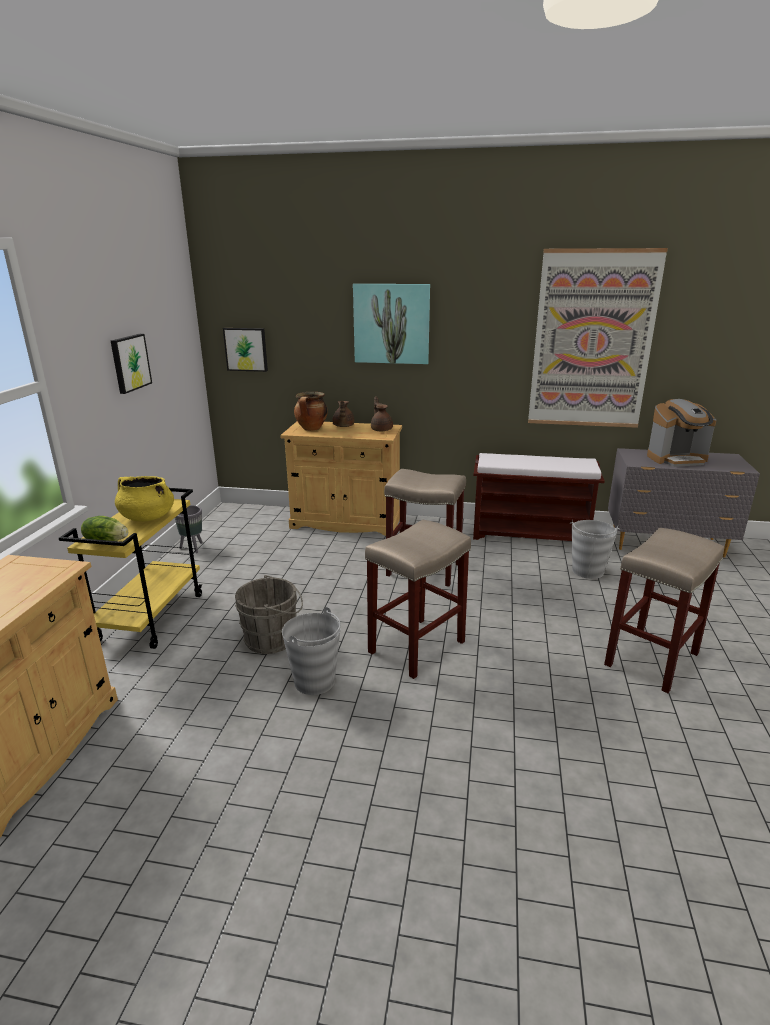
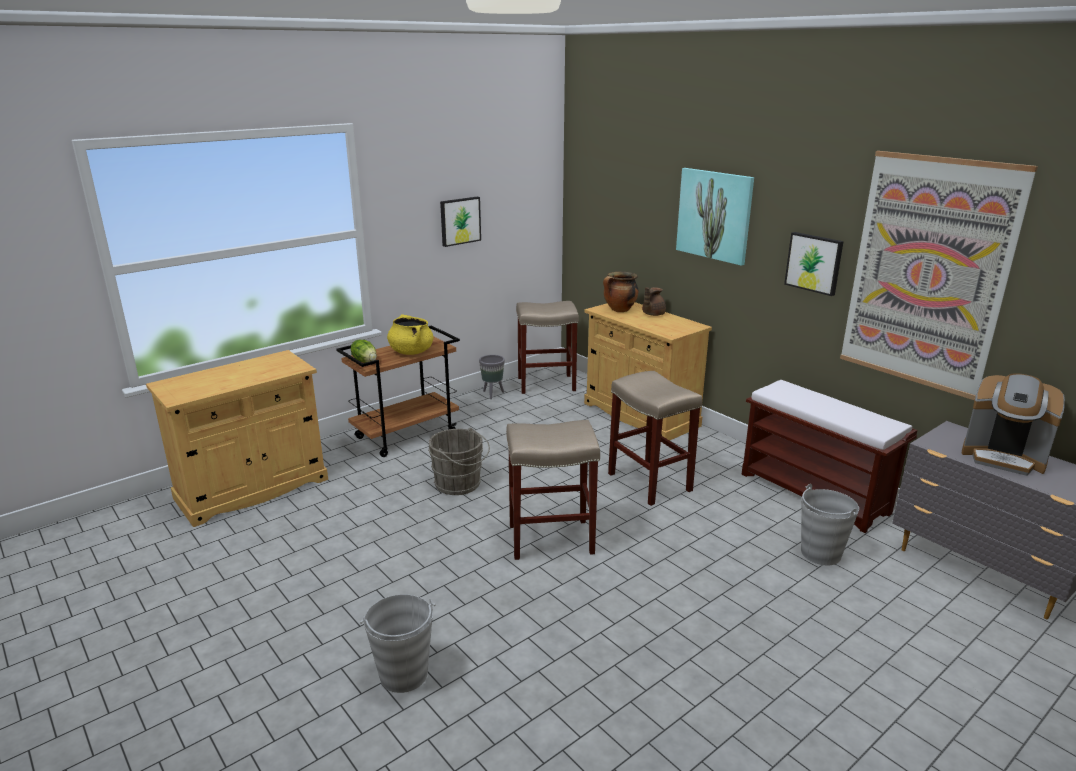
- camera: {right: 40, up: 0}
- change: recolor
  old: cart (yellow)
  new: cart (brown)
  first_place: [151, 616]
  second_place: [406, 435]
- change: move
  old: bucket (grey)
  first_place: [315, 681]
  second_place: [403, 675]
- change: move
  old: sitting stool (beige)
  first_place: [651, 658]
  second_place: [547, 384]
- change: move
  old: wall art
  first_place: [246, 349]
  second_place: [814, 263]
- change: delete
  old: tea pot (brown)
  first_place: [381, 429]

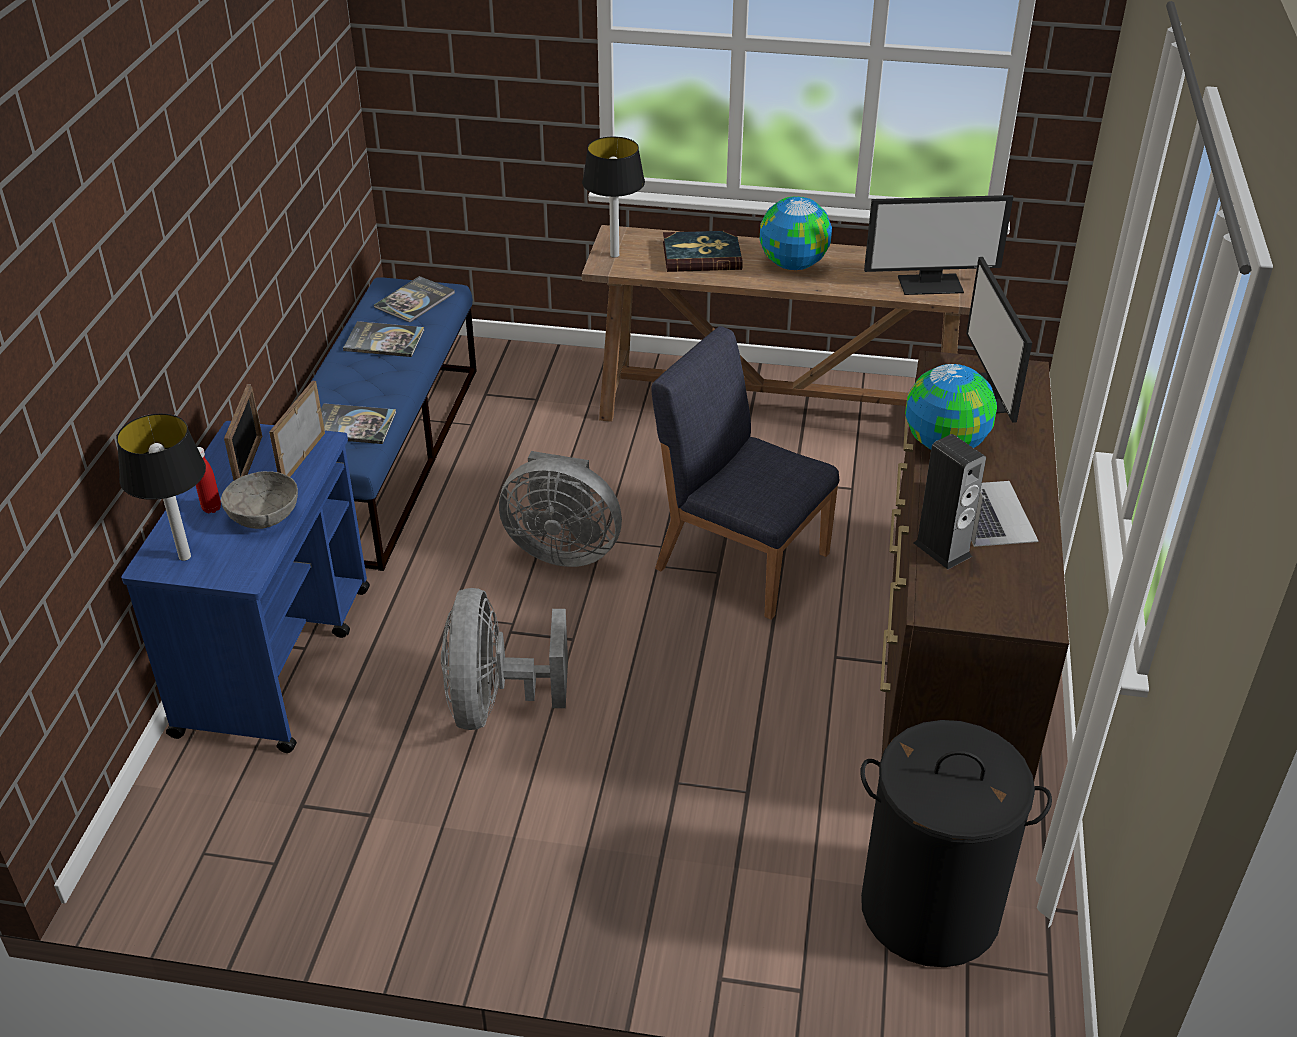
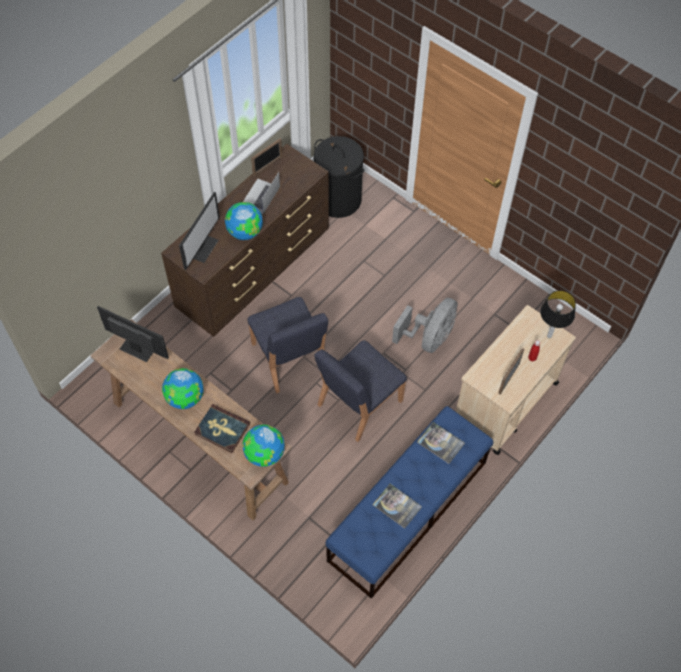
- camera: {right: -150, up: 20}
- change: replace
  old: table lamp
  new: desk globe
  first_place: [614, 255]
  second_place: [264, 454]
- change: move
  old: photo frame
  first_place: [302, 458]
  second_place: [267, 166]
- change: replace
  old: fan (grey)
  new: plain chair (blue-coloured)
  first_place: [562, 549]
  second_place: [358, 403]
- change: recolor
  old: cart (blue-coloured)
  new: cart (beige)
  first_place: [276, 658]
  second_place: [504, 403]
- change: delete
  old: bowl (grey)
  first_place: [263, 515]
- change: delete
  old: bound book
  first_place: [415, 300]
- change: delete
  old: loudspeaker
  first_place: [942, 549]

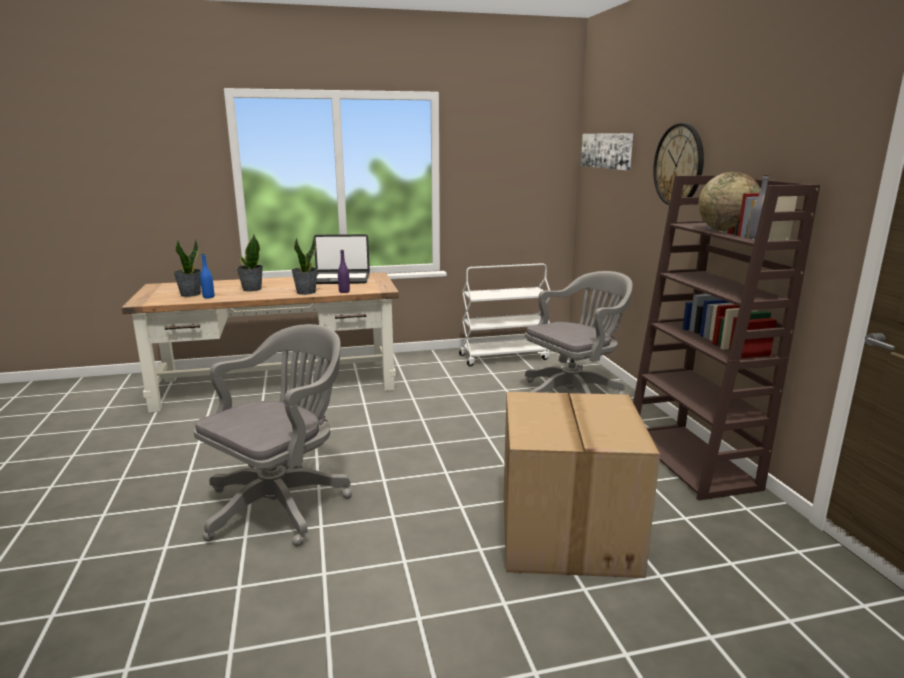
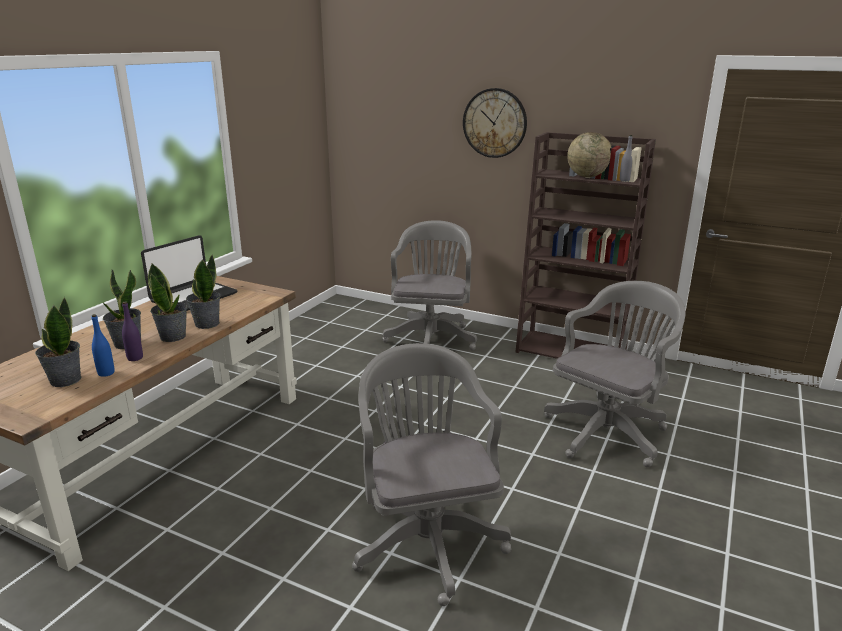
- camera: {right: -50, up: 5}
- change: move
  old: beverage bottle (purple)
  first_place: [344, 291]
  second_place: [135, 358]
- change: insert
  new: houseplant
  second_place: [173, 336]
- change: replace
  old: carton
  new: computer chair (grey)
  first_place: [569, 534]
  second_place: [608, 430]
- change: delete
  old: cart (white-coloured)
  first_place: [504, 357]
- change: delete
  old: wall art
  first_place: [607, 150]

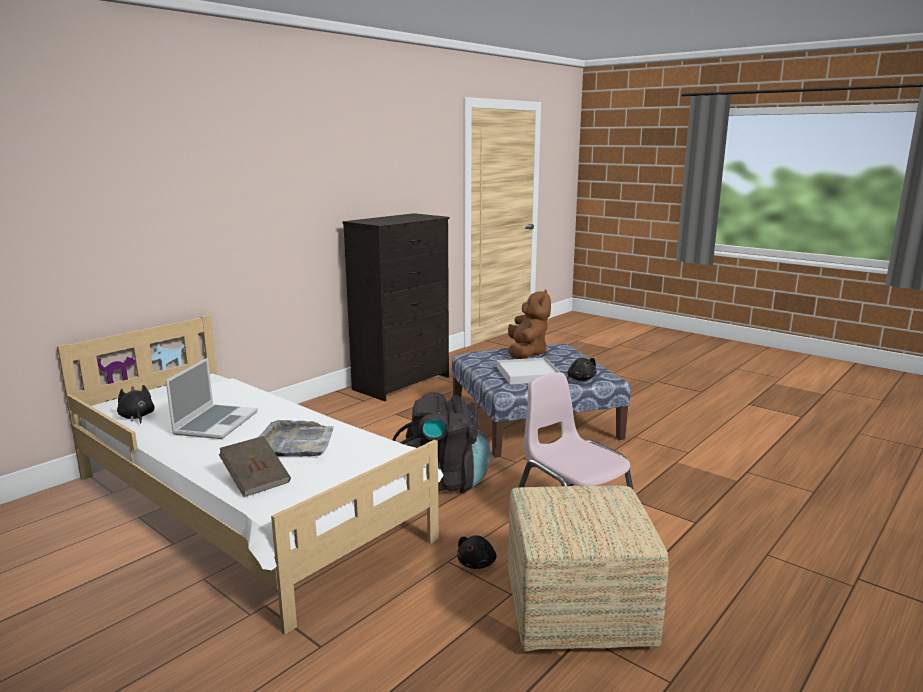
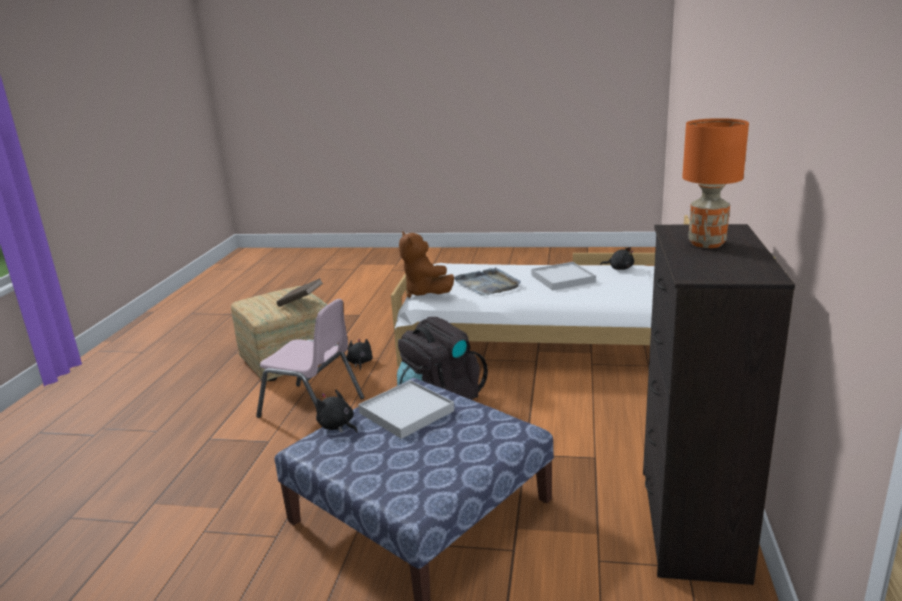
- camera: {right: 150, up: 5}
- change: move
  old: bound book (brown)
  first_place: [256, 480]
  second_place: [301, 302]
- change: move
  old: cuddly toy (brown)
  first_place: [526, 353]
  second_place: [425, 293]
- change: replace
  old: notebook computer
  new: tray (white-coloured)
  first_place: [215, 423]
  second_place: [563, 279]
- change: insert
  new: table lamp (orange-coloured)
  second_place: [707, 244]

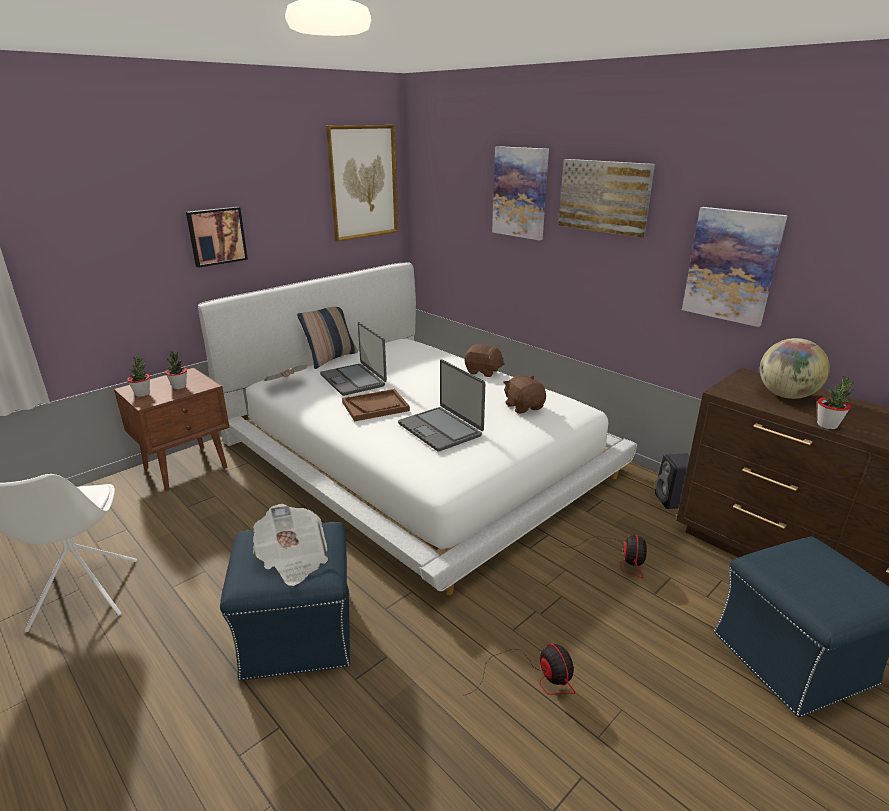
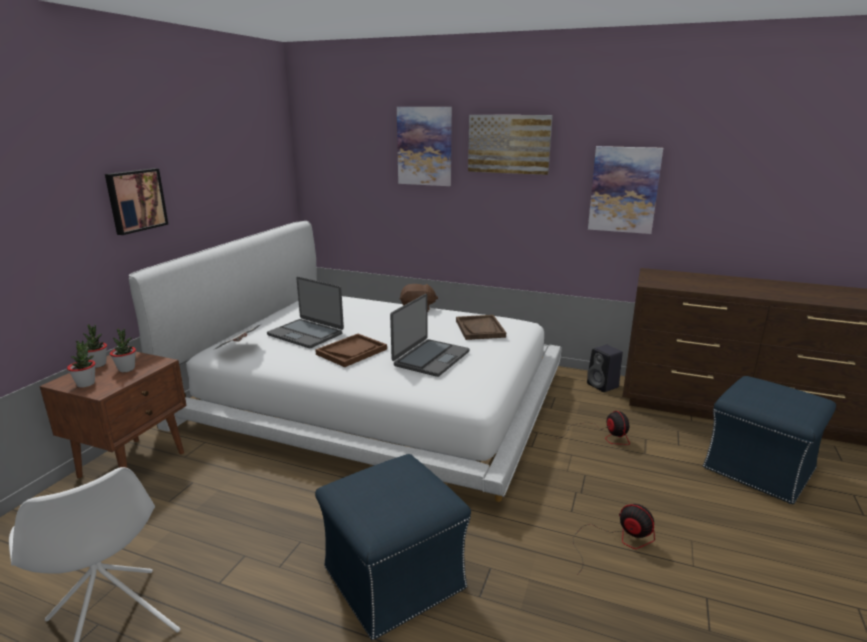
- camera: {right: -25, up: -5}
- change: move
  old: houseplant
  first_place: [827, 425]
  second_place: [98, 364]
- change: rotate
  old: notebook computer
  first_place: [441, 429]
  second_place: [430, 358]
  degrees: -90
- change: replace
  old: cuddly toy (brown)
  new: tray (brown)
  first_place: [524, 407]
  second_place: [480, 329]
- change: delete
  old: newspaper
  first_place: [293, 559]
- change: delete
  old: pillow
  first_place: [331, 358]
- change: delete
  old: wall art
  first_place: [363, 182]
- change: delete
  old: desk globe
  first_place: [785, 395]

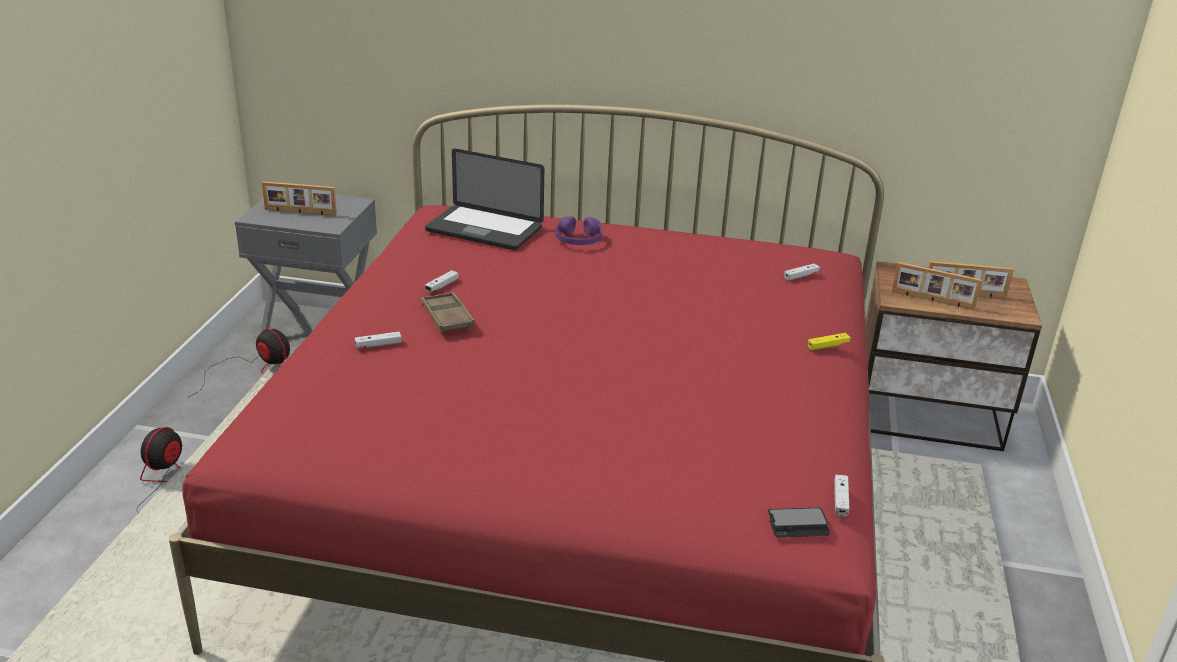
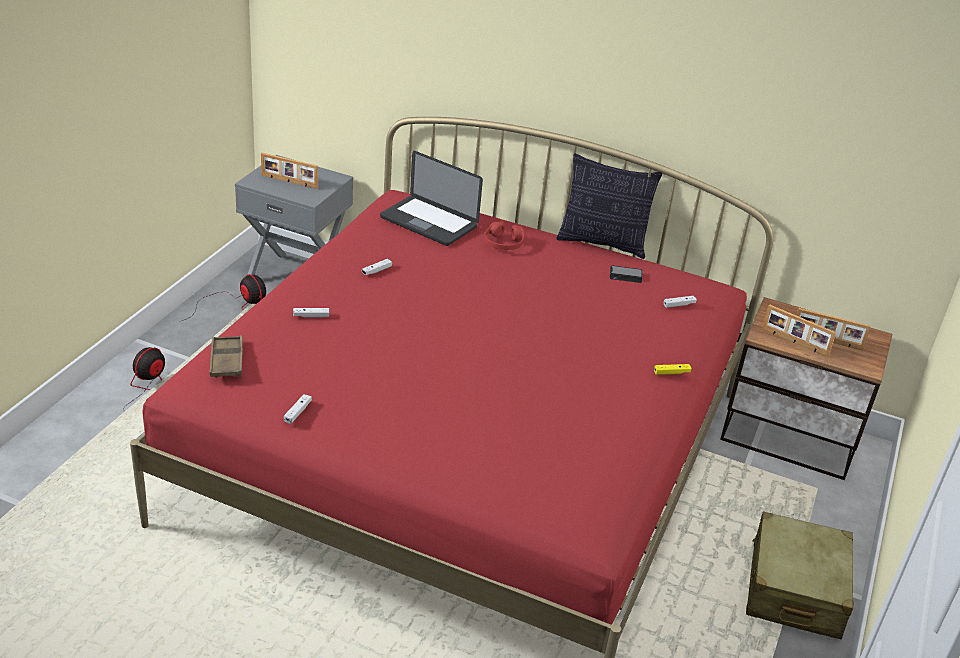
- camera: {right: 10, up: 5}
- change: move
  old: tray (brown)
  first_place: [447, 317]
  second_place: [226, 361]
- change: move
  old: game controller (white-coloured)
  first_place: [840, 500]
  second_place: [297, 412]
- change: recolor
  old: headset (purple)
  new: headset (red)
  first_place: [578, 240]
  second_place: [503, 243]
- change: insert
  new: pillow
  second_place: [602, 243]
- change: move
  old: telephone
  first_place: [798, 524]
  second_place: [625, 275]
- change: insert
  new: travel case (beige)
  second_place: [794, 590]

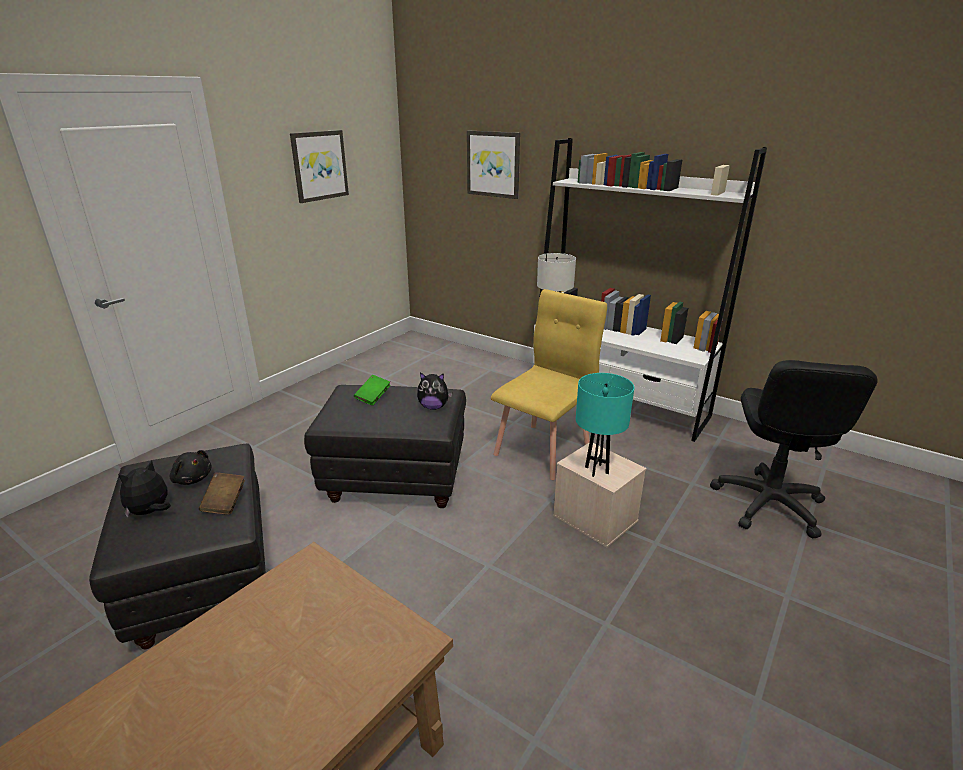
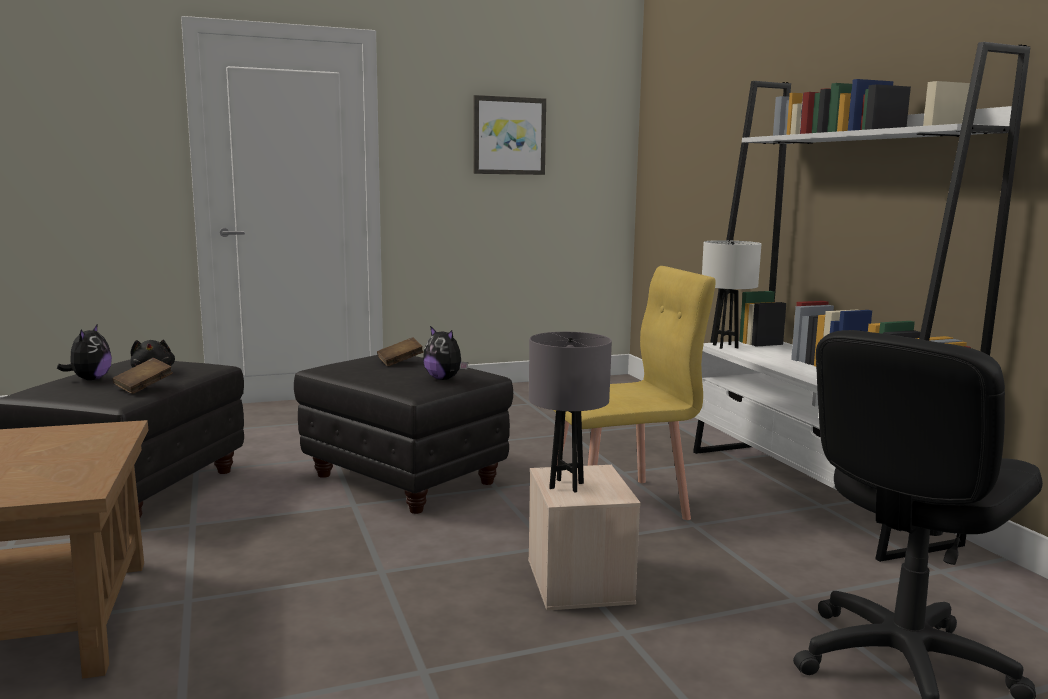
- camera: {right: 35, up: -15}
- change: rotate
  old: cuddly toy
  first_place: [151, 512]
  second_place: [90, 379]
  degrees: 105
- change: recolor
  old: bound book (green-coloured)
  new: bound book (brown)
  first_place: [373, 397]
  second_place: [400, 362]
- change: recolor
  old: table lamp (turquoise-coloured)
  new: table lamp (grey)
  first_place: [596, 470]
  second_place: [566, 485]
- change: delete
  old: wall art
  first_place: [493, 164]

